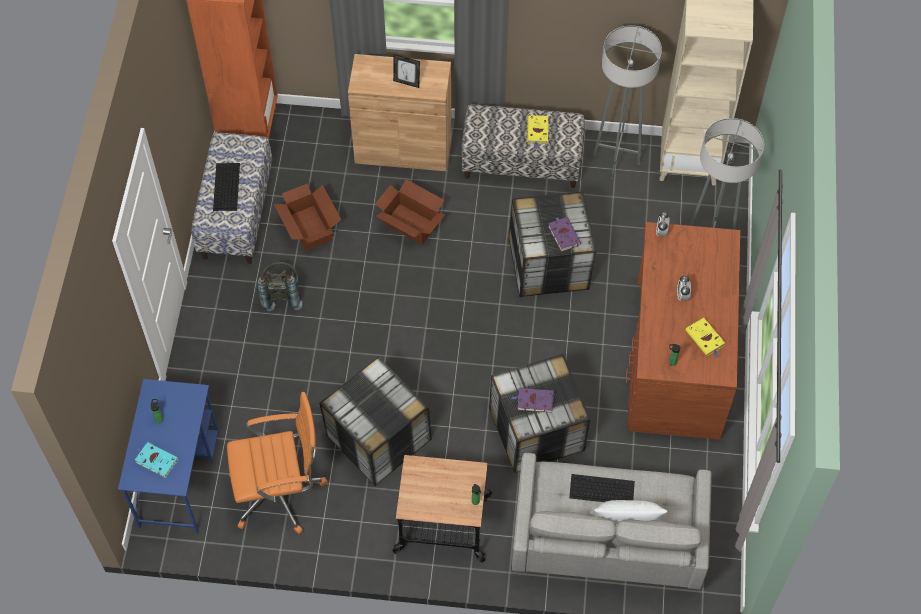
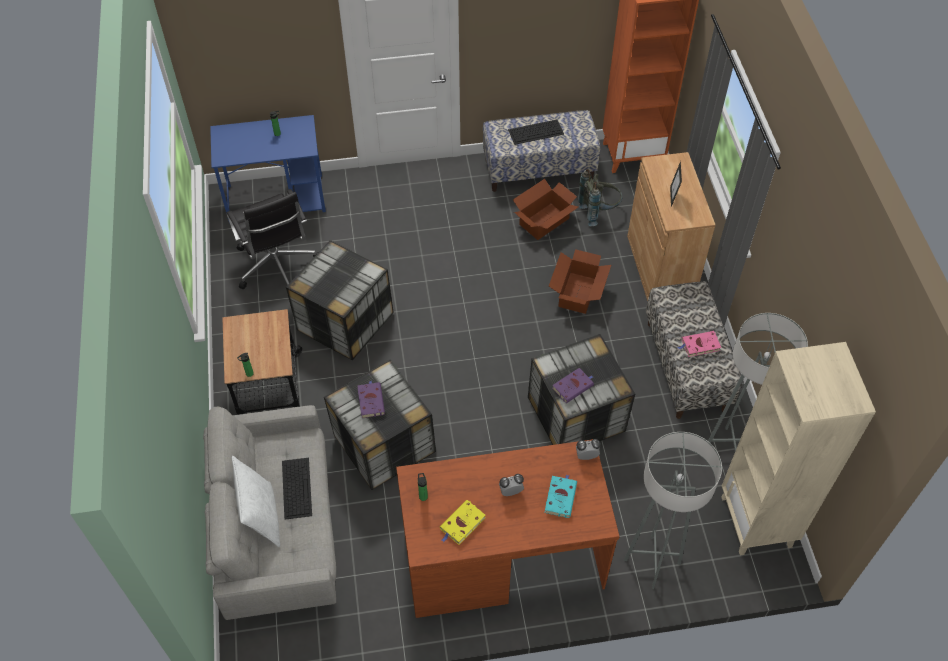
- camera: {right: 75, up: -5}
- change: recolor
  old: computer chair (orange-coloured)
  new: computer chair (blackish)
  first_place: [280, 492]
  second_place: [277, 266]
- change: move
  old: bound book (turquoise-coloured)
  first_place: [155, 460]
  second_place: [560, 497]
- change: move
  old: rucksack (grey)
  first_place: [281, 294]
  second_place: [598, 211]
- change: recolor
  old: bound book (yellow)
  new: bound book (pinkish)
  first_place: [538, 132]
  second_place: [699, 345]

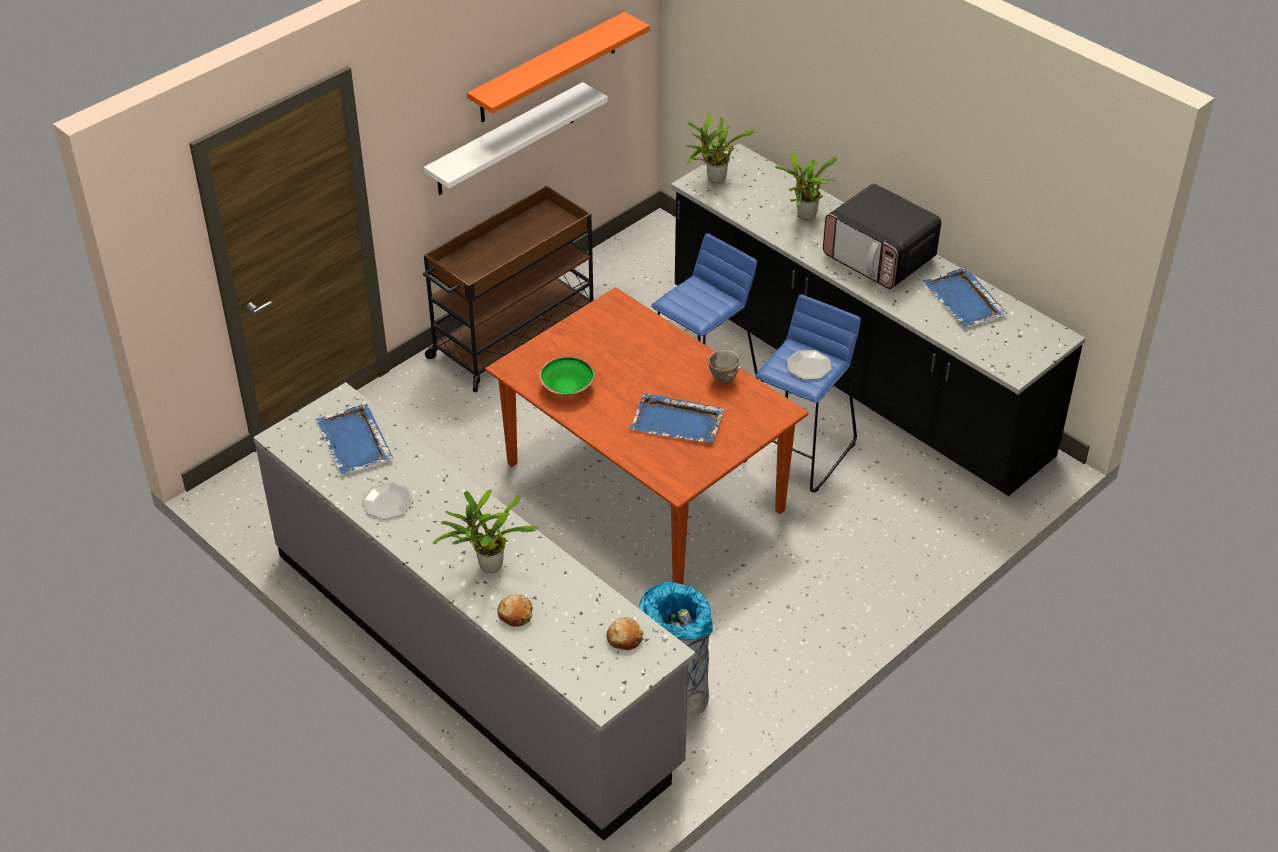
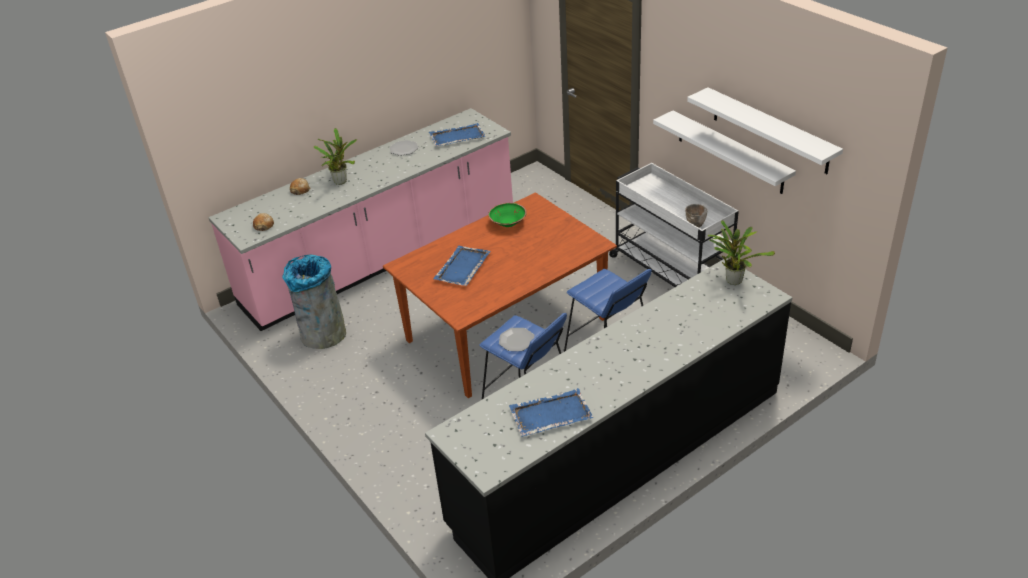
- camera: {right: 100, up: -5}
- change: recolor
  old: kitchen base unit (grey)
  new: kitchen base unit (pinkish)
  first_place: [473, 657]
  second_place: [382, 259]
- change: recolor
  old: cart (brown)
  new: cart (white-coloured)
  first_place: [513, 337]
  second_place: [670, 272]
- change: move
  old: bowl
  first_place: [722, 379]
  second_place: [696, 225]
- change: recolor
  old: wall shelf (orange-coloured)
  new: wall shelf (white-coloured)
  first_place: [548, 68]
  second_place: [770, 130]
- change: delete
  old: houseplant
  first_place: [804, 216]
- change: delete
  old: microwave oven
  first_place: [879, 258]

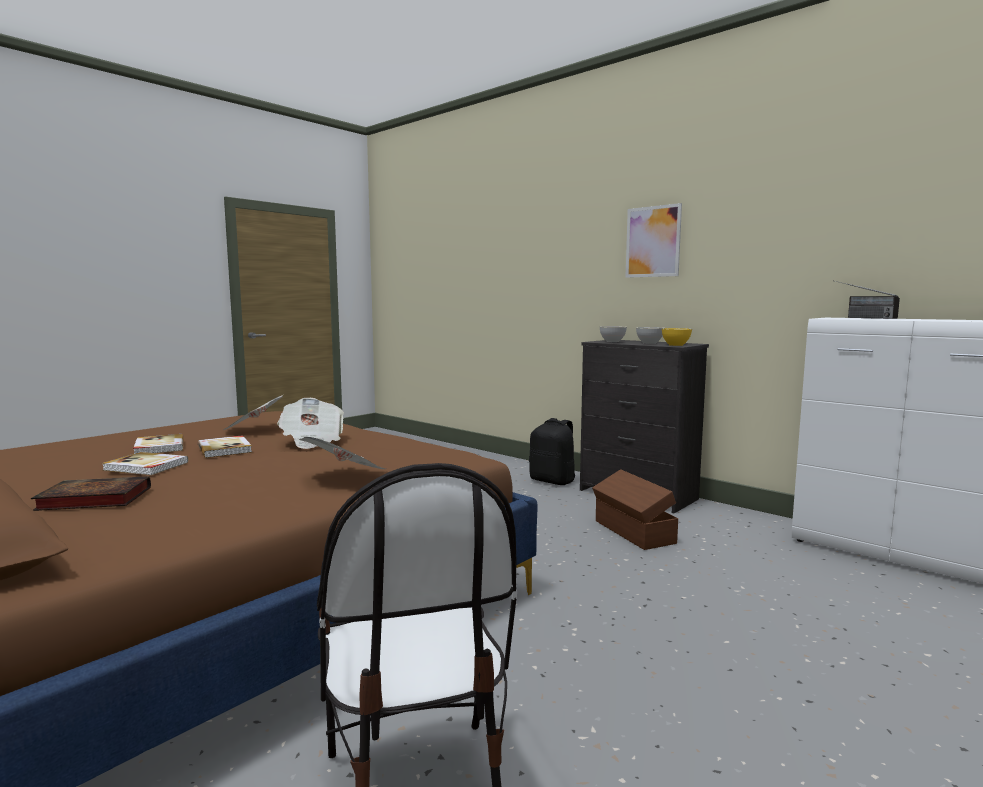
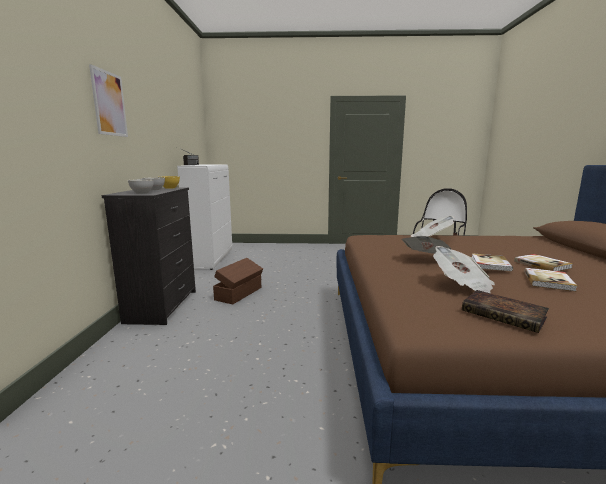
- camera: {right: -130, up: 5}
- change: move
  old: bound book
  first_place: [91, 500]
  second_place: [505, 315]
- change: delete
  old: rucksack (blackish)
  first_place: [553, 481]

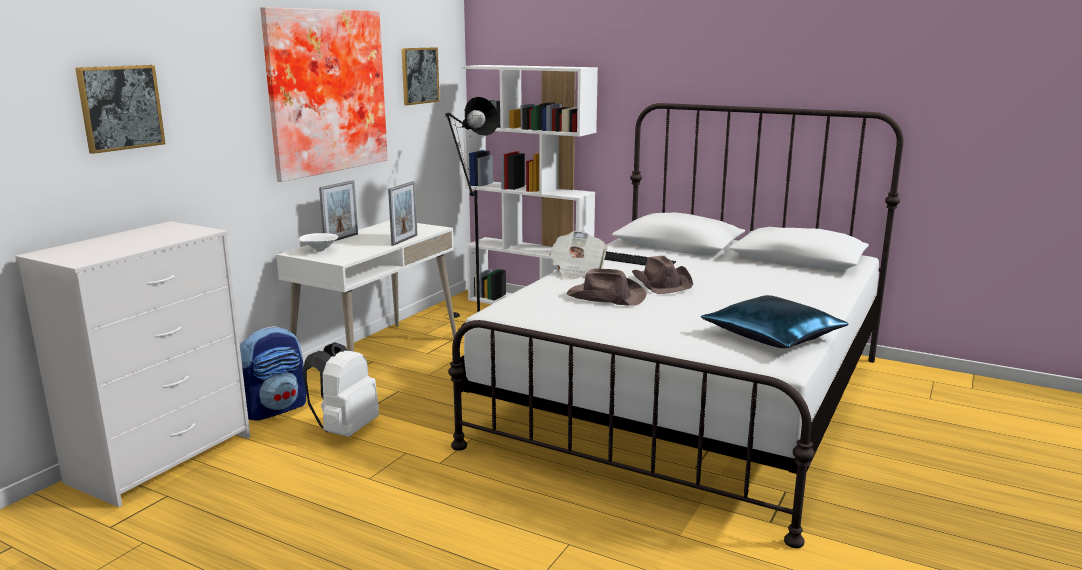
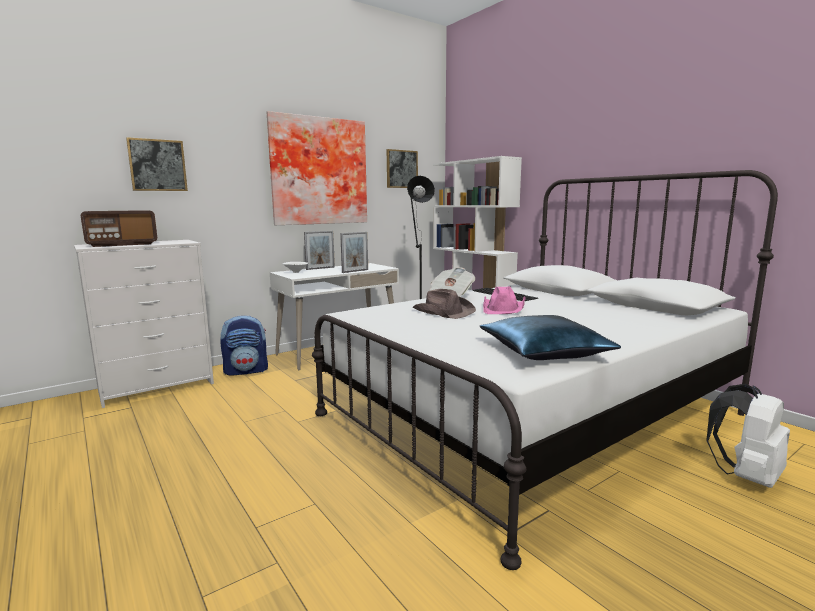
- camera: {right: 25, up: -5}
- change: insert
  new: radio
  second_place: [122, 244]
- change: recolor
  old: clothing hat (brown)
  new: clothing hat (pinkish)
  first_place: [662, 283]
  second_place: [504, 309]
- change: move
  old: rucksack (white-coloured)
  first_place: [345, 430]
  second_place: [746, 476]

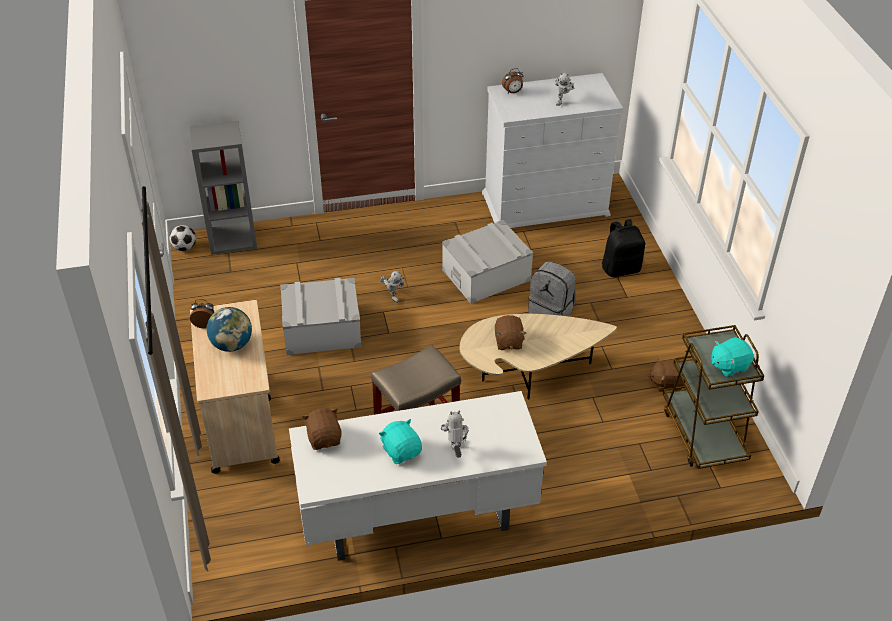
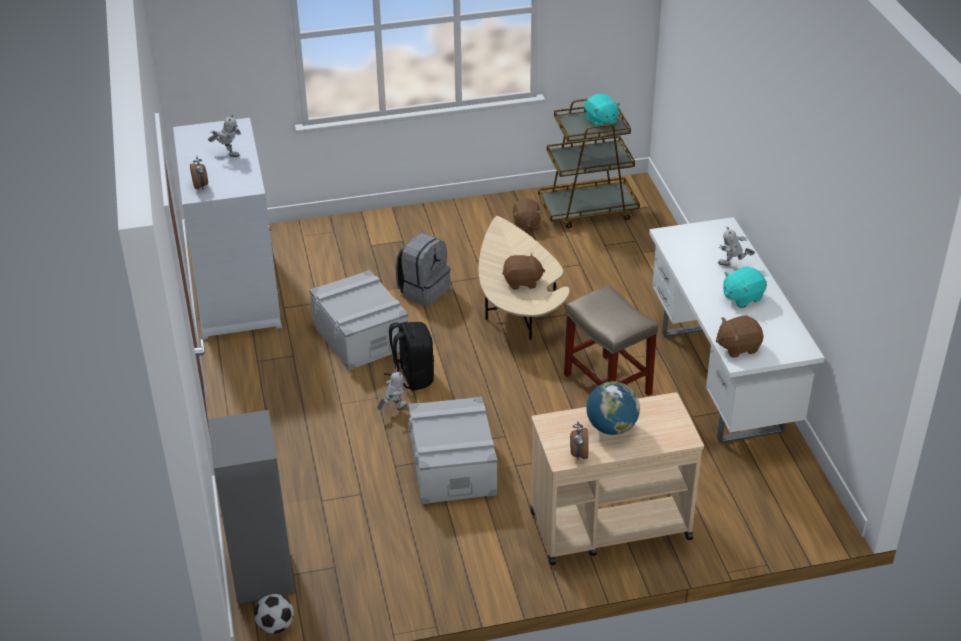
- camera: {right: -90, up: -5}
- change: move
  old: rucksack (blackish)
  first_place: [621, 268]
  second_place: [412, 377]

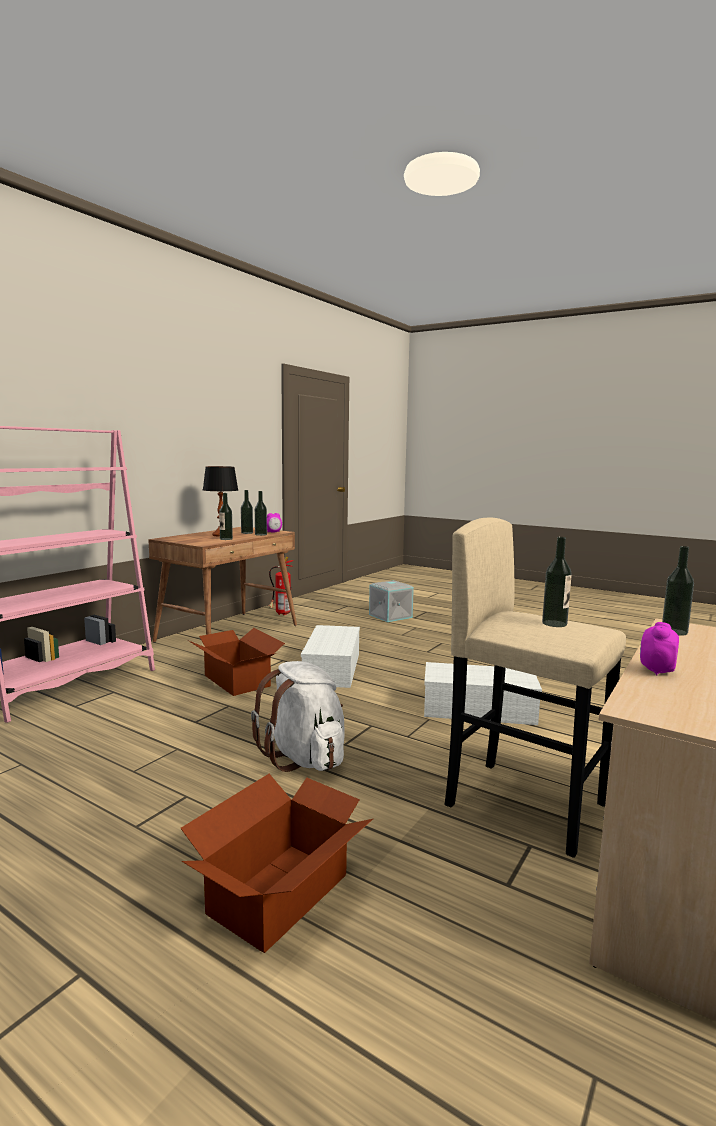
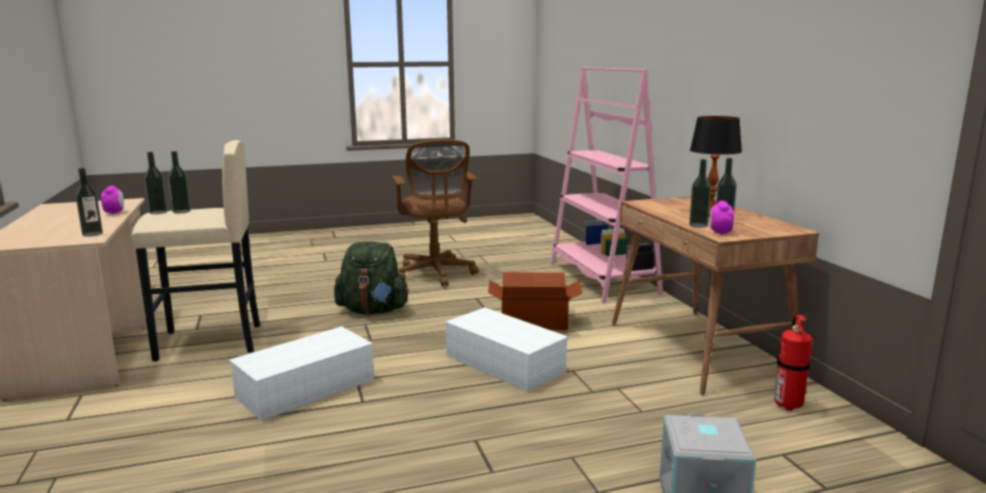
- camera: {right: 130, up: 5}
- change: move
  old: beverage bottle
  first_place: [226, 539]
  second_place: [158, 212]
- change: recolor
  old: rucksack (white-coloured)
  new: rucksack (green-coloured)
  first_place: [304, 758]
  second_place: [373, 311]
- change: insert
  new: computer chair (brown)
  second_place: [436, 274]
- change: delete
  old: carton
  first_place: [281, 894]

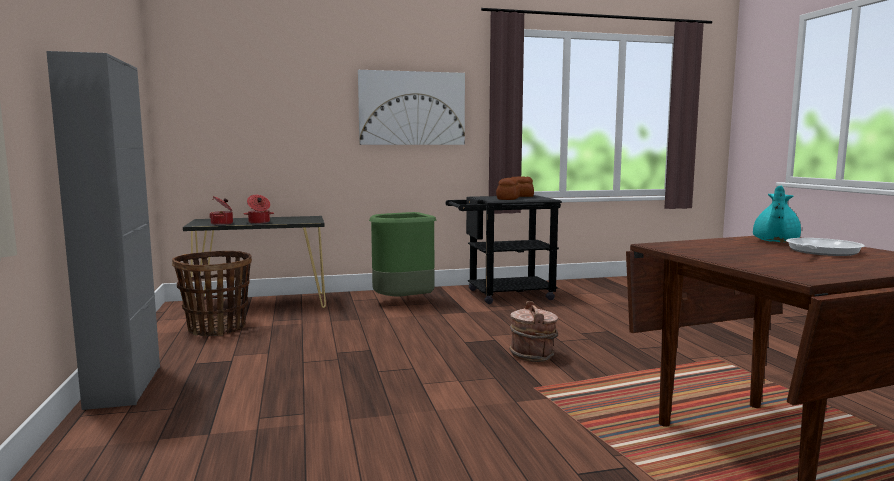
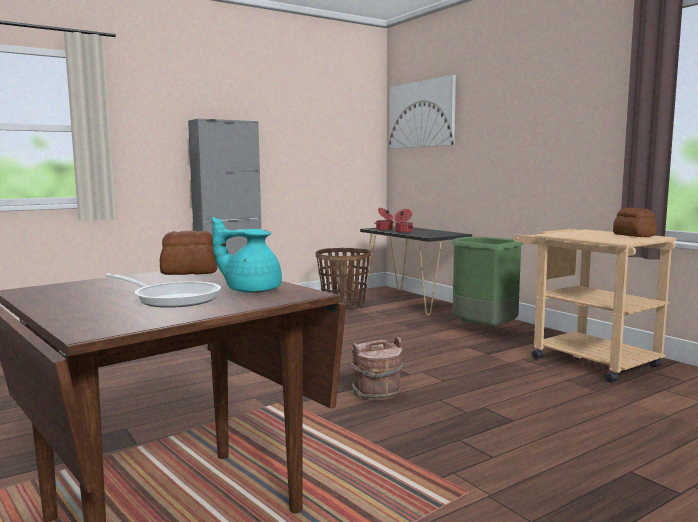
- camera: {right: 70, up: 0}
- change: move
  old: bakery bread
  first_place: [507, 199]
  second_place: [189, 272]
- change: move
  old: wall art
  first_place: [412, 108]
  second_place: [421, 114]
- change: recolor
  old: cart (blackish)
  new: cart (beige)
  first_place: [502, 295]
  second_place: [584, 359]

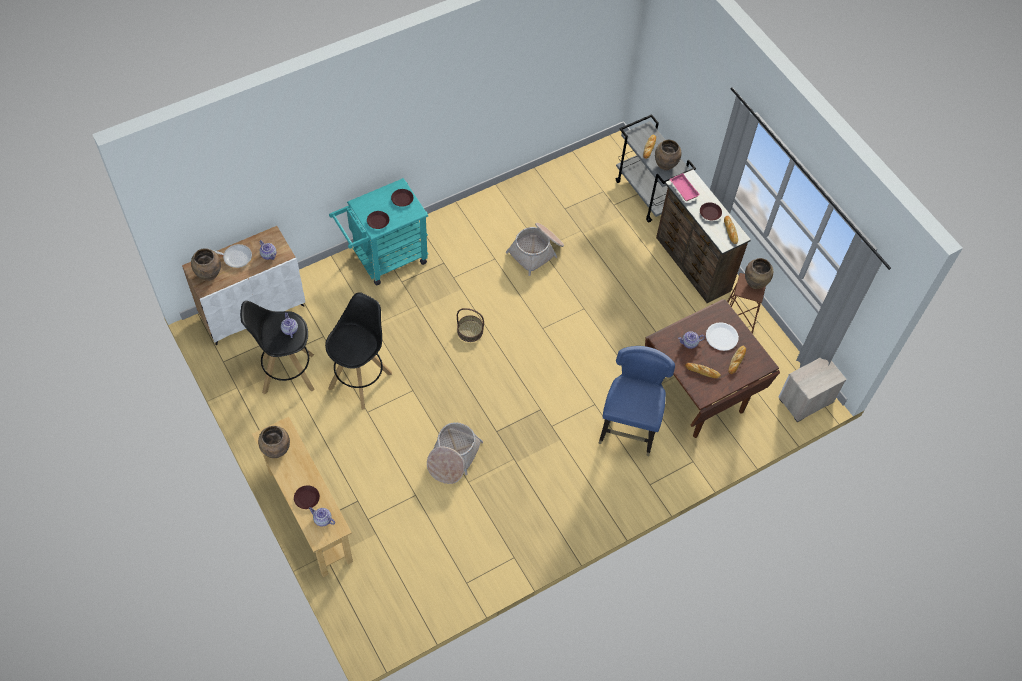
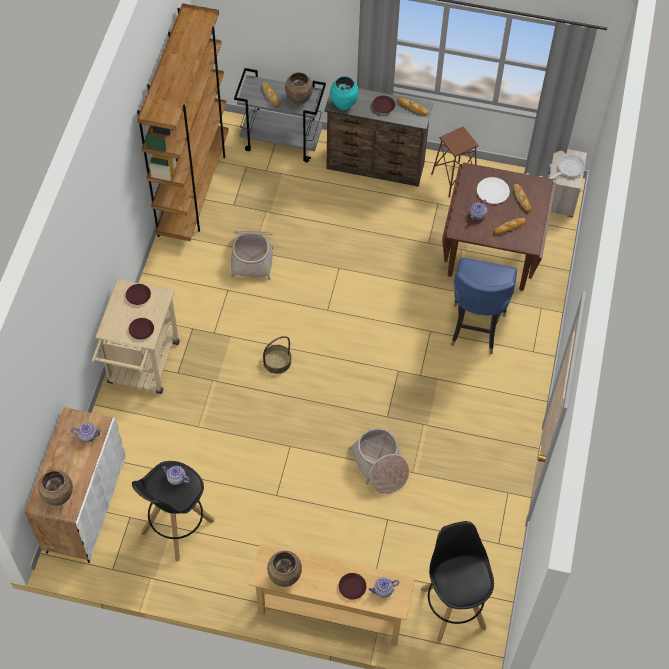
- camera: {right: -45, up: 0}
- change: recolor
  old: cart (turquoise-coloured)
  new: cart (beige)
  first_place: [384, 259]
  second_place: [142, 368]
- change: insert
  new: bookshelf (brown)
  second_place: [193, 189]
- change: replace
  old: tray (pinkish)
  new: vase (turquoise-coloured)
  first_place: [682, 189]
  second_place: [343, 105]
- change: move
  old: sitting stool (blackish)
  first_place: [361, 380]
  second_place: [453, 607]
- change: rotate
  old: plain chair (blue-coloured)
  first_place: [628, 431]
  second_place: [475, 328]
  degrees: -135
- change: move
  old: skillet
  first_place: [235, 257]
  second_place: [568, 169]
- change: delete
  old: vase (brown)
  first_place: [755, 283]

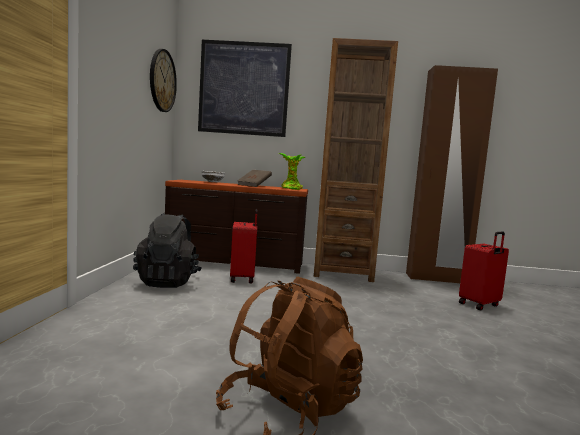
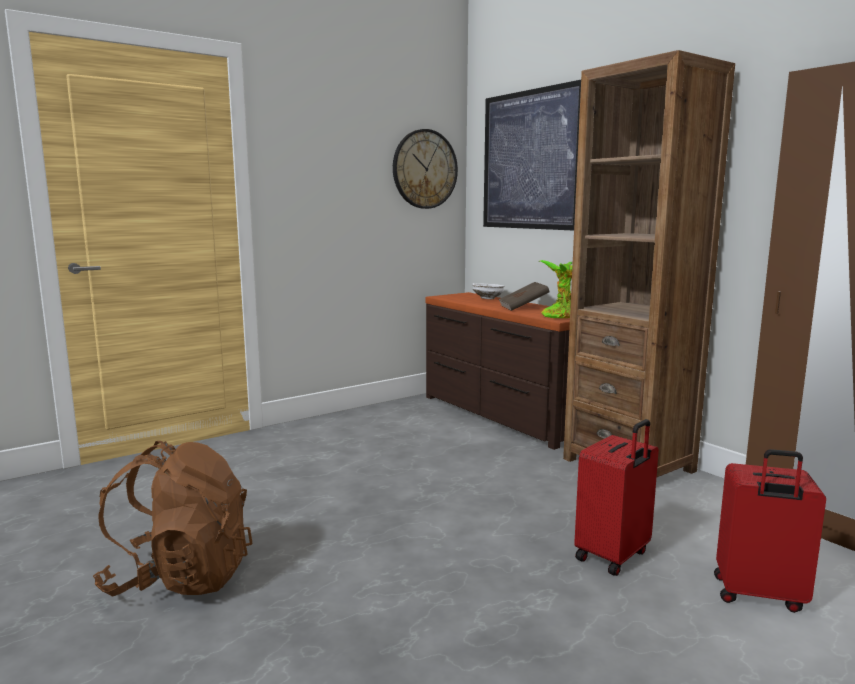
- camera: {right: 50, up: 5}
- change: move
  old: travel case (red)
  first_place: [243, 278]
  second_place: [613, 556]
- change: delete
  old: rucksack (blackish)
  first_place: [168, 282]

